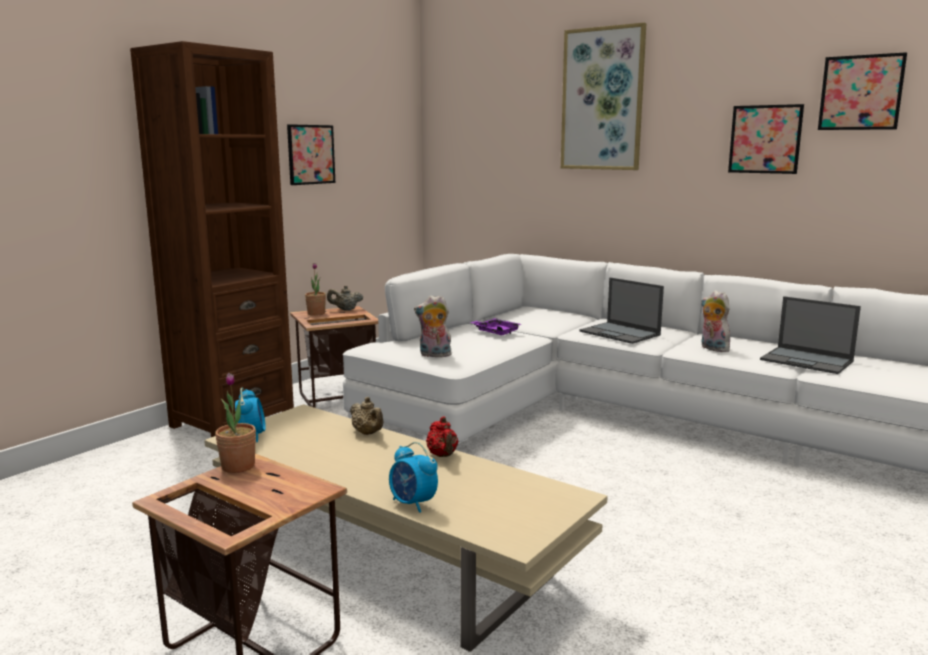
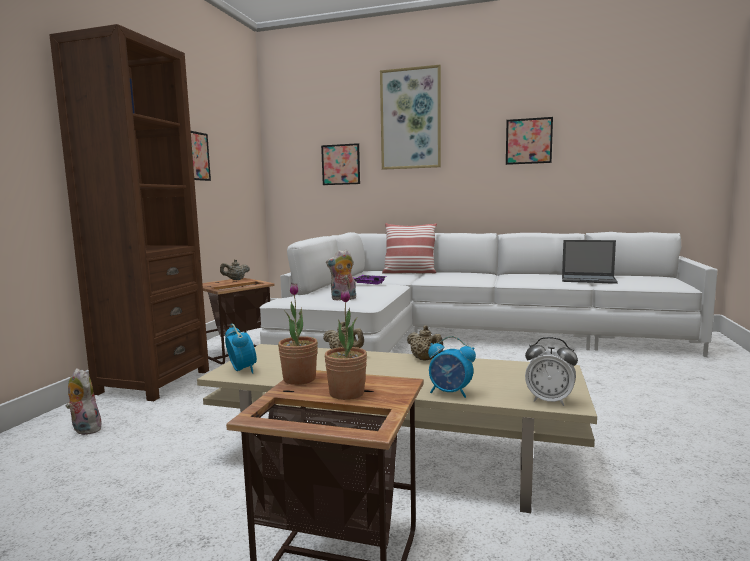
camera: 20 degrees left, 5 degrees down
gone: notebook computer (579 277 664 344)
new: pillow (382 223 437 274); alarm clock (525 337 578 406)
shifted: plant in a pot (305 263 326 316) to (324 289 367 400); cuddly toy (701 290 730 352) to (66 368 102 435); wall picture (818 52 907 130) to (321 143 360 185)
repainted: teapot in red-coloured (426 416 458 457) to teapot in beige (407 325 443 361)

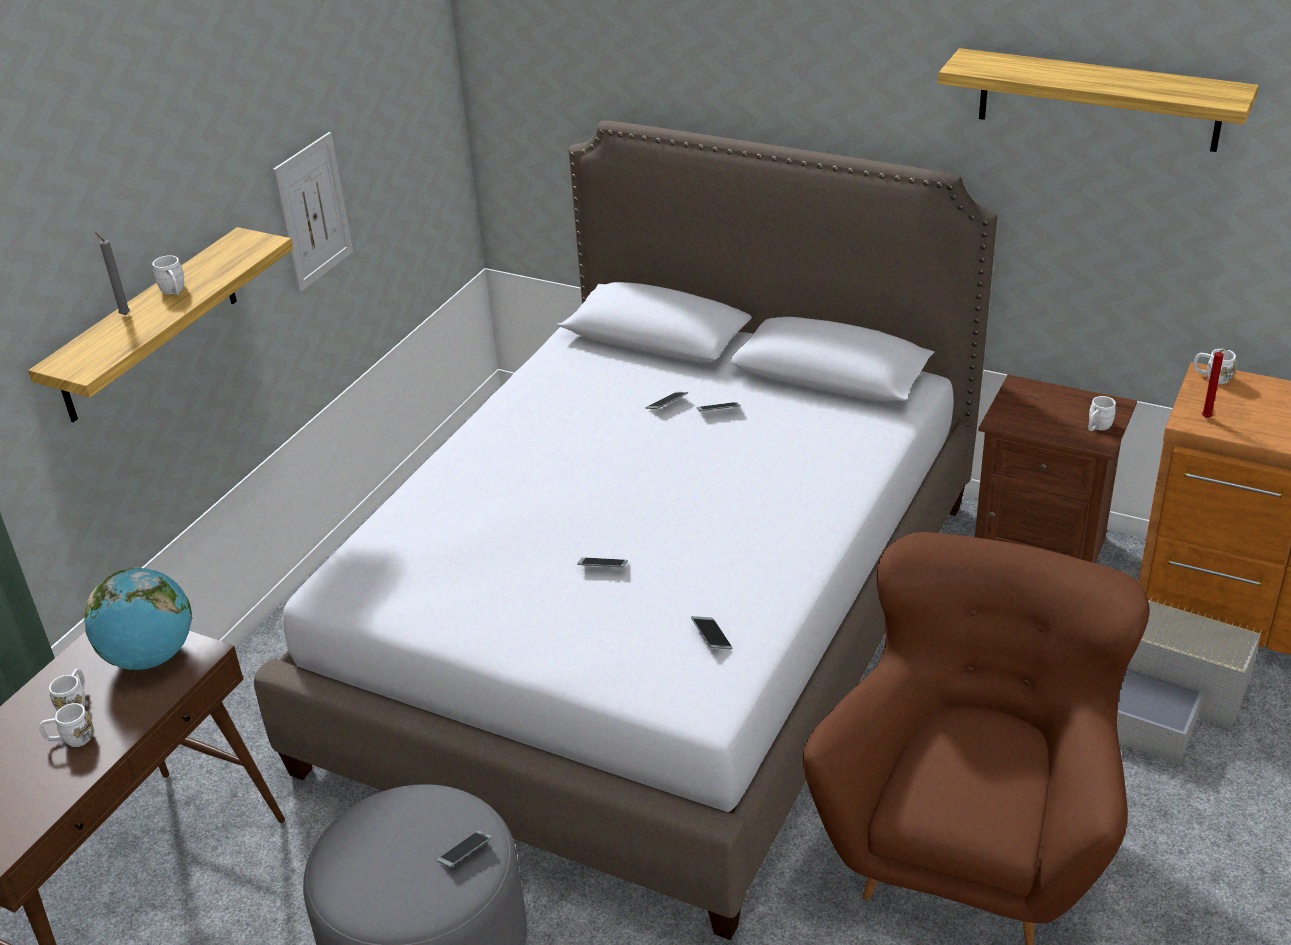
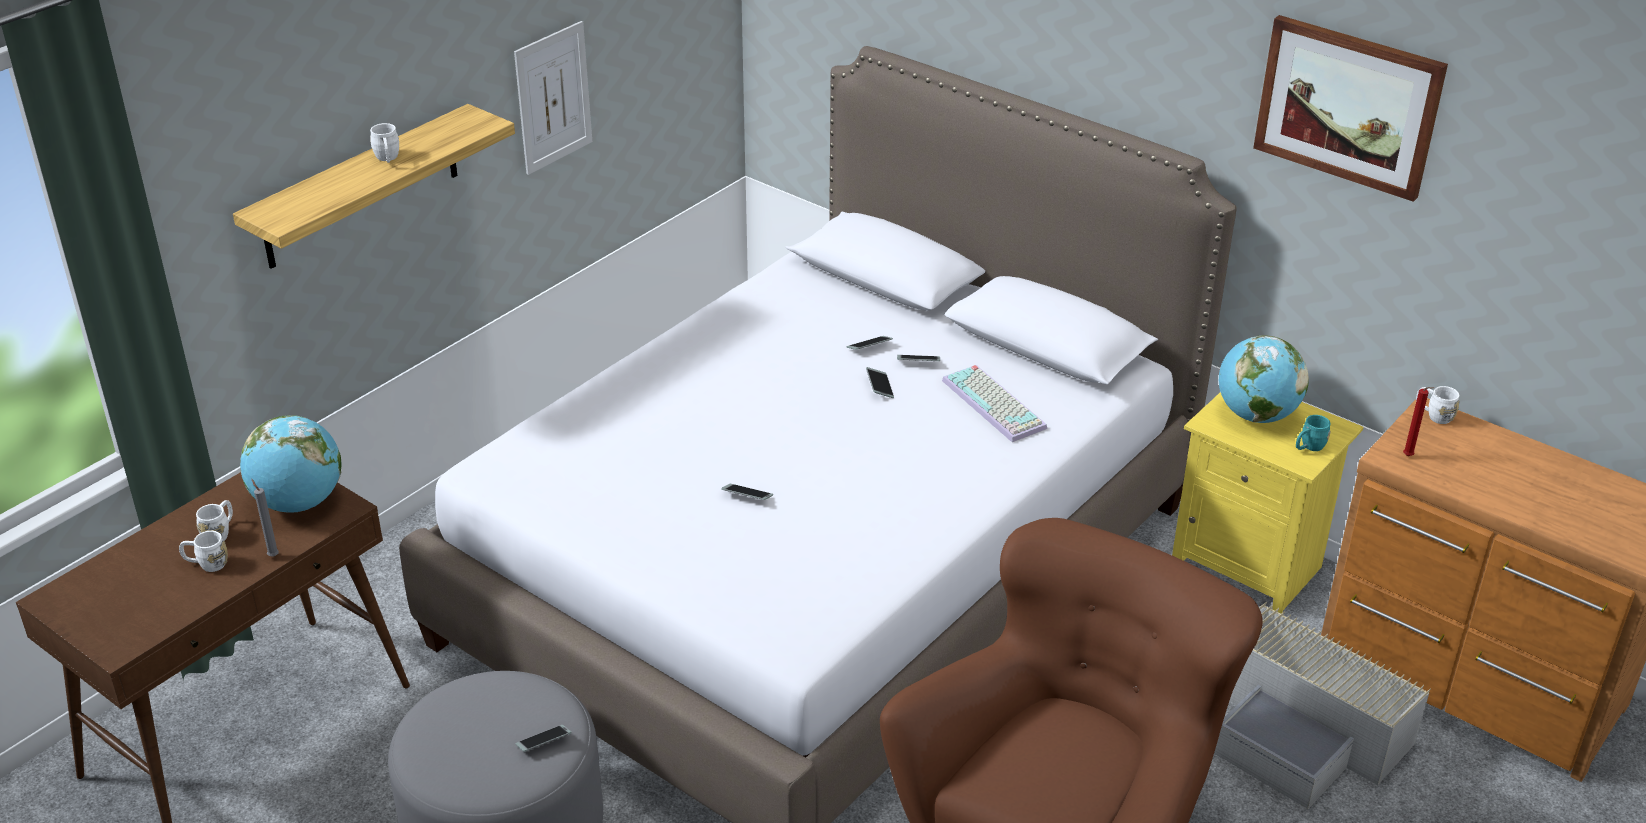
camera: 10 degrees right, 0 degrees up
new: PC keyboard (942 365 1047 442); desk globe (1219 335 1309 423)
shifted: wax light in greyish (95 232 130 315) to (252 479 279 557); telephone (691 616 733 649) to (866 367 894 398)
swapped: wall shelf (938 48 1259 152) to wall picture (1253 15 1448 202)
repainted: night table in brownish (975 375 1137 563) to night table in yellow-coloured (1172 392 1363 614); mug in white-coloured (1088 396 1116 431) to mug in blue-green (1296 415 1331 451)

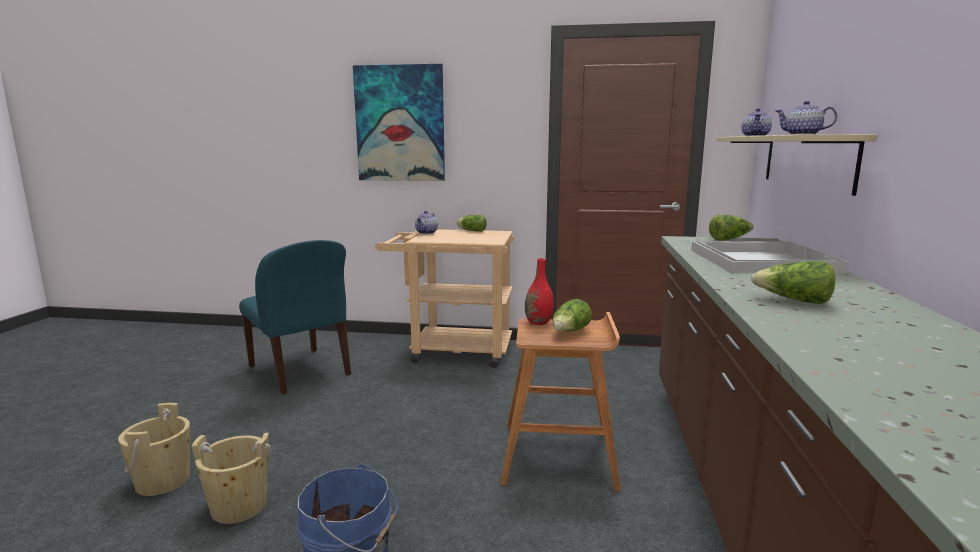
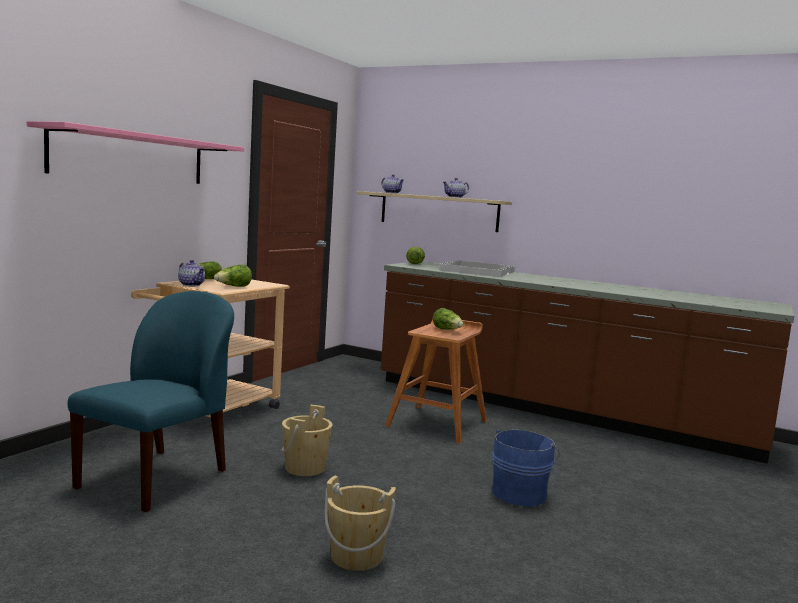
camera: 70 degrees left, 5 degrees down
gone: vase in red-coloured (525 258 554 325)
shifted: bucket in beige (192 433 272 524) to (281 405 333 476); lettuce (751 261 835 304) to (214 265 252 287)
swapped: wall picture (353 64 445 181) to wall shelf in pink-coloured (27 121 244 184)
rotated: upright chair in bluish (239 240 351 395) = (67 291 234 512) 45 degrees counterclockwise

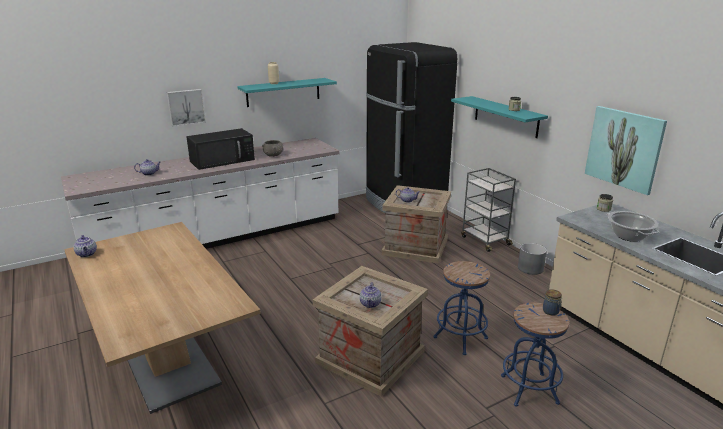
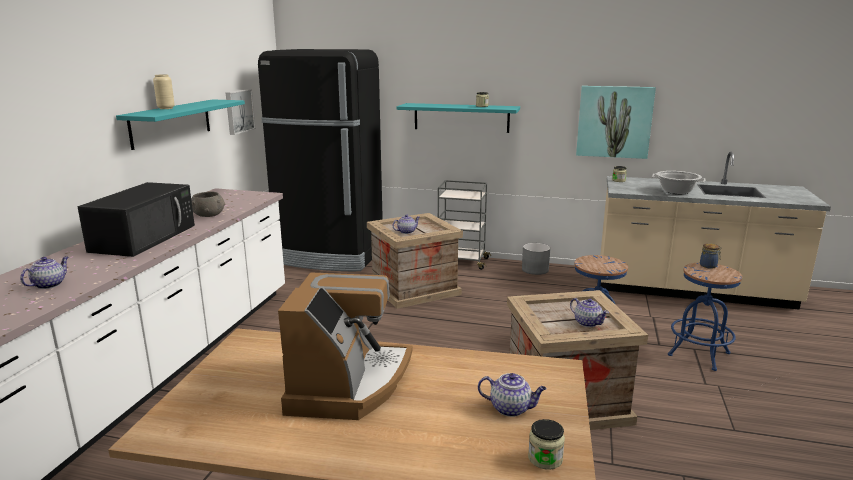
camera: 45 degrees left, 5 degrees down
new: coffee machine (278 273 412 420); storage jar (528 419 565 470)
shifted: teapot (73 235 97 257) to (478 373 547 417); wall picture (167 89 206 127) to (226 89 255 135)

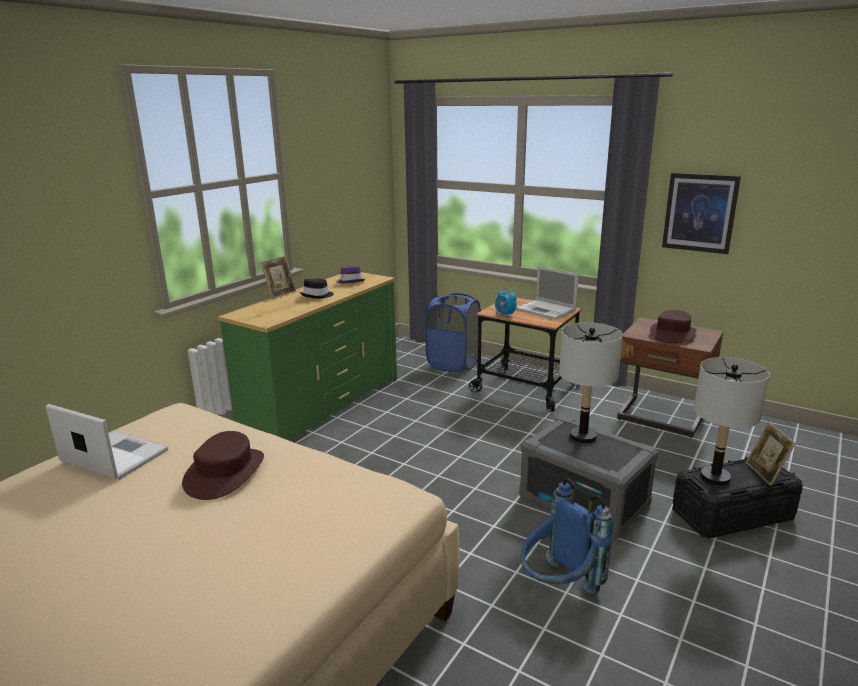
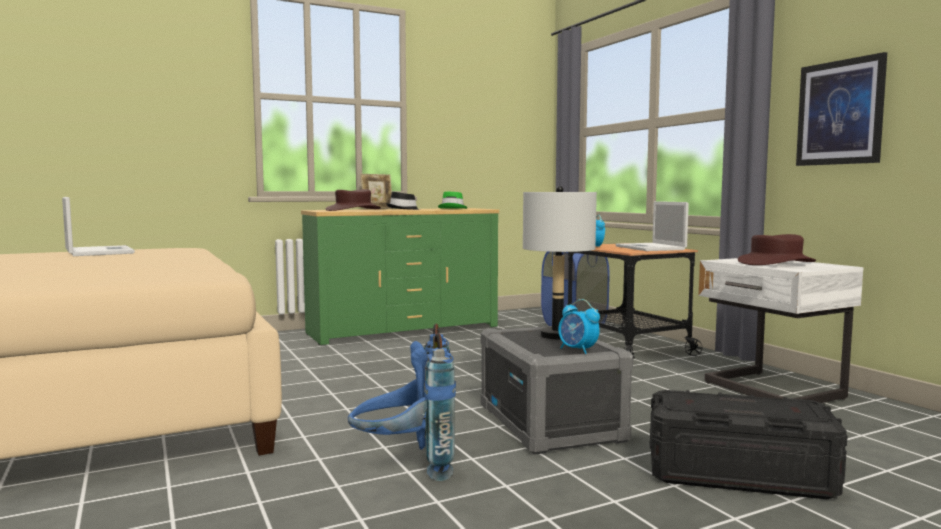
camera: 30 degrees right, 15 degrees down
gone: table lamp in greyish (694 357 770 486); standing frame (746 422 796 486)
new: alarm clock (558 299 600 354)
shifted: clothing hat in brownish (182 431 264 500) to (325 189 381 211)
repainted: clothing hat in purplish (337 266 365 283) to clothing hat in greenish (438 192 467 209); night table in brownish (617 317 723 438) to night table in white-coloured (699 258 863 403)

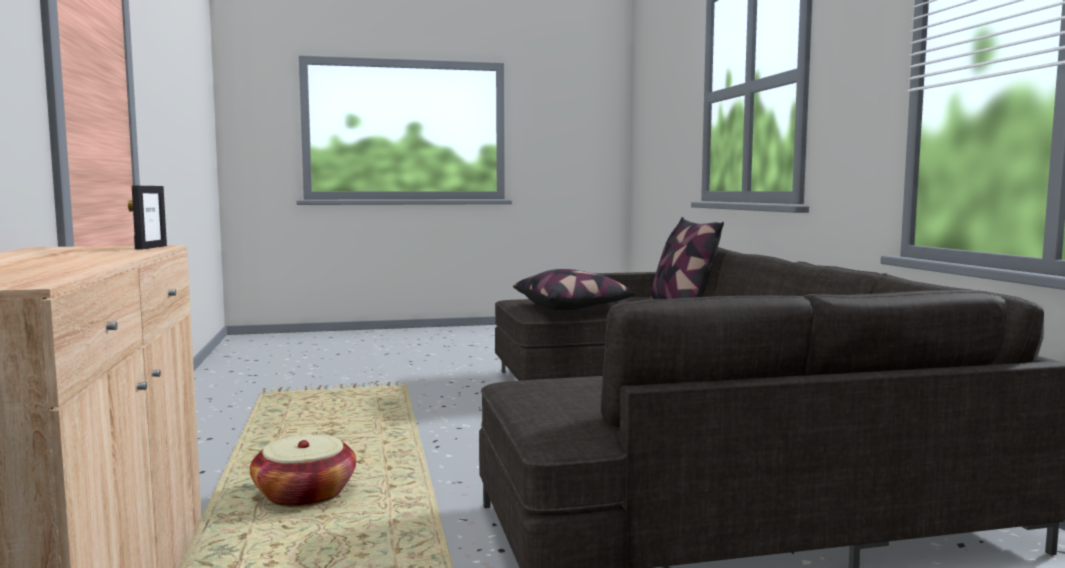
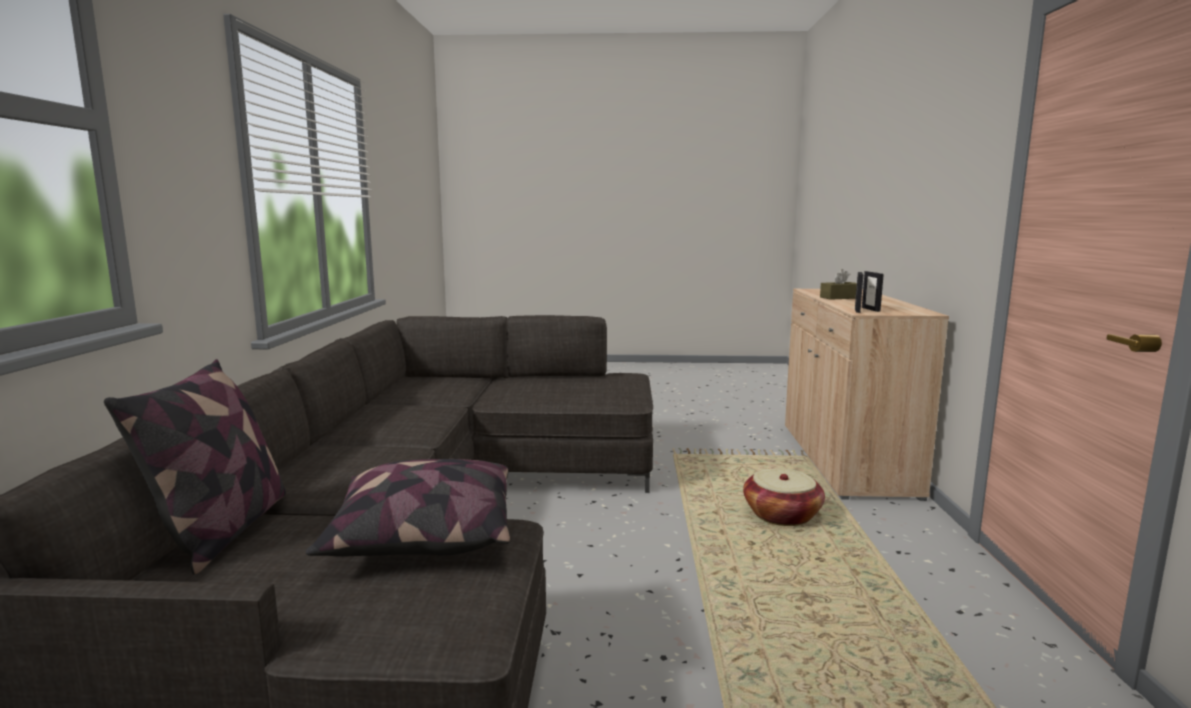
camera: 165 degrees left, 5 degrees up
new: box of tissues in brownish (820 269 857 300); standing frame (862 271 884 312)

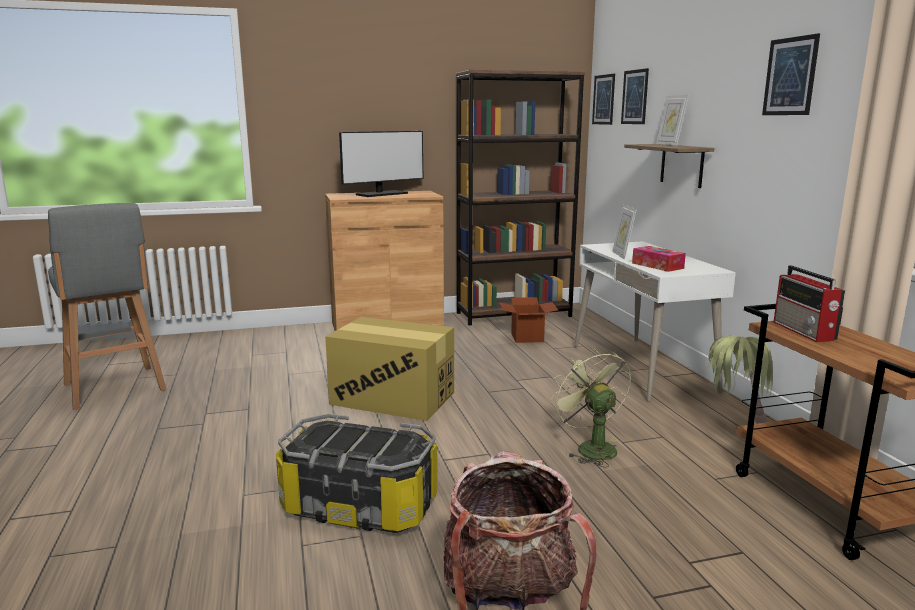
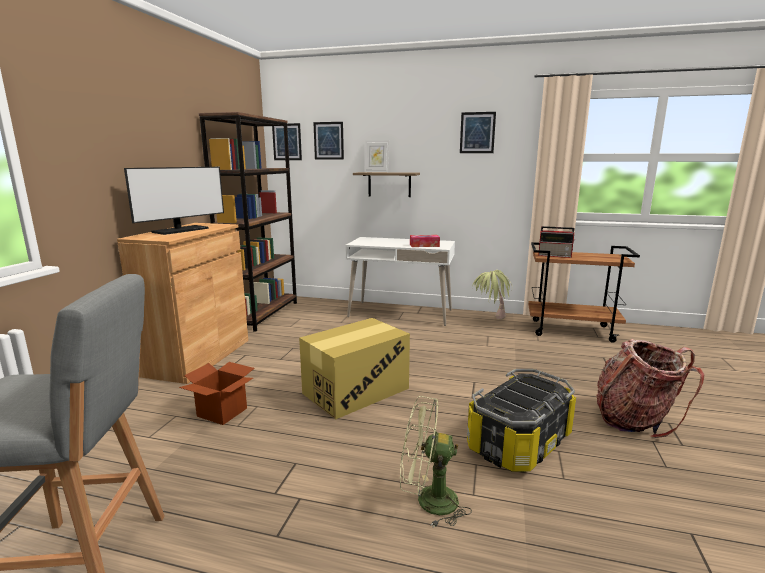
camera: 60 degrees left, 0 degrees up
gone: standing frame (612 204 637 259)
shifted: packing box (499 297 559 343) to (179 362 255 425); fan in greenish (550 348 631 468) to (400 396 472 527)
rotated: computer screen (339 131 423 197) = (124 167 224 235) 45 degrees clockwise

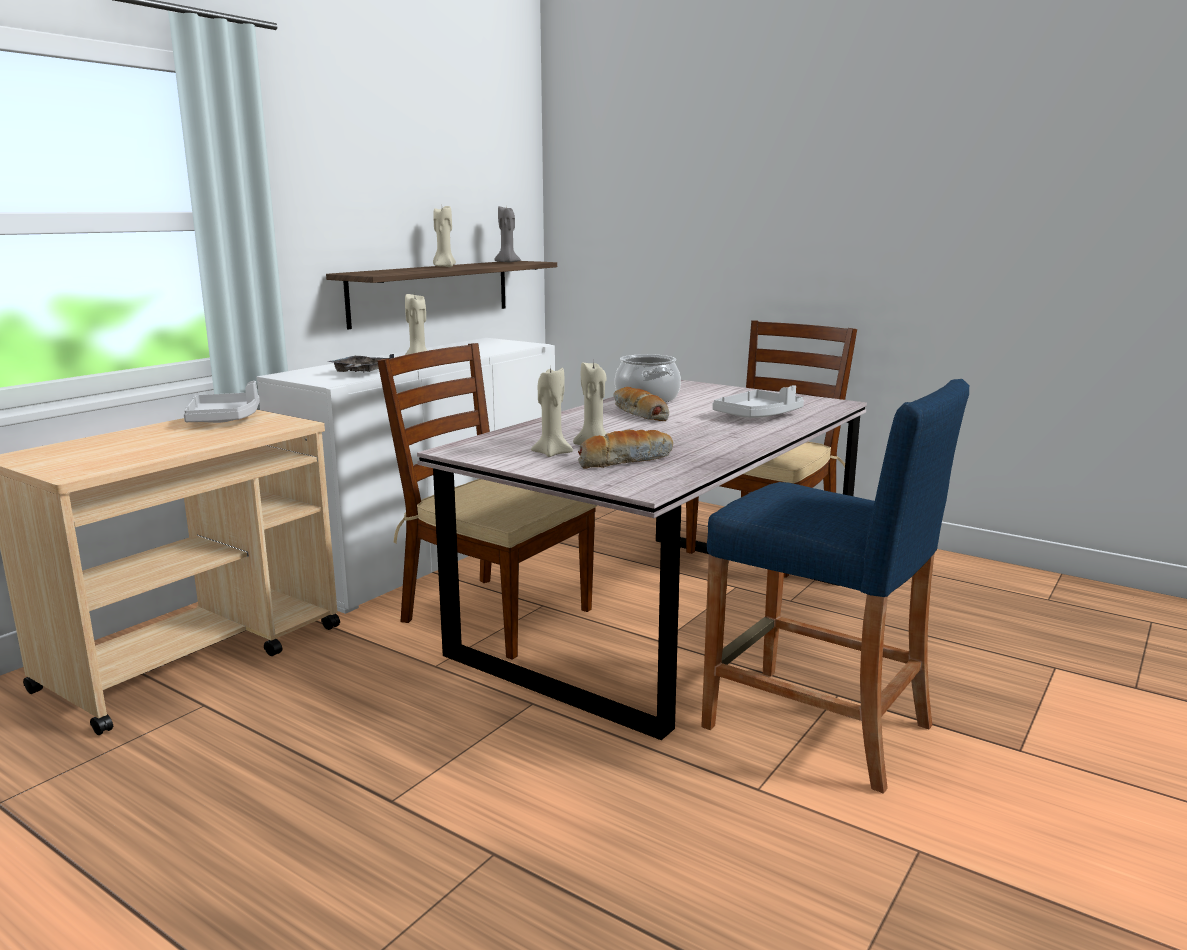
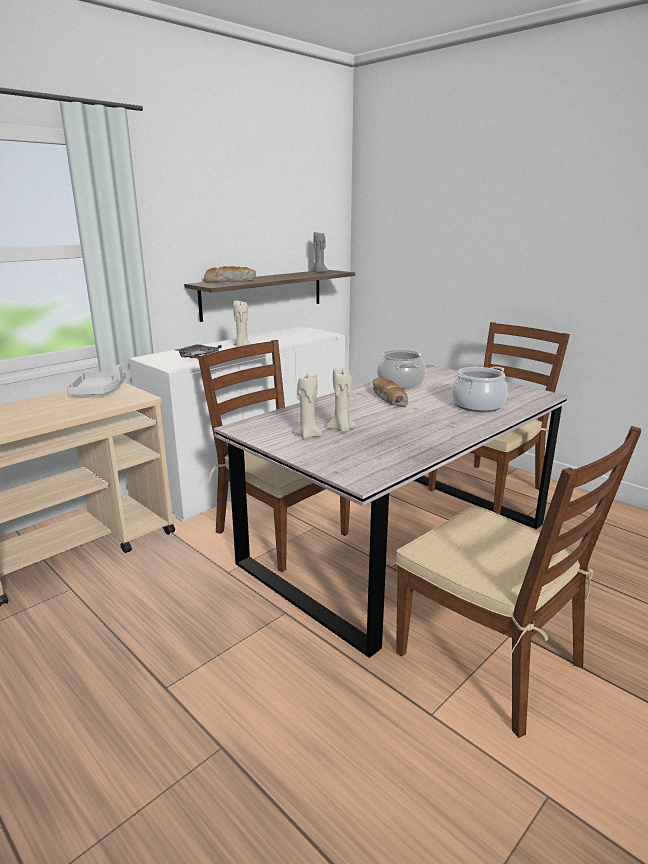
camera: 10 degrees right, 5 degrees up
gone: wax light in beige (433 206 456 267)
shifted: bakery bread (578 430 673 469) to (204 266 256 283)
swapped: stool in bluish (701 379 969 794) to upright chair in brownish (396 426 641 738); carrying tray in greyish (712 385 804 418) to saucepot (451 366 508 412)

